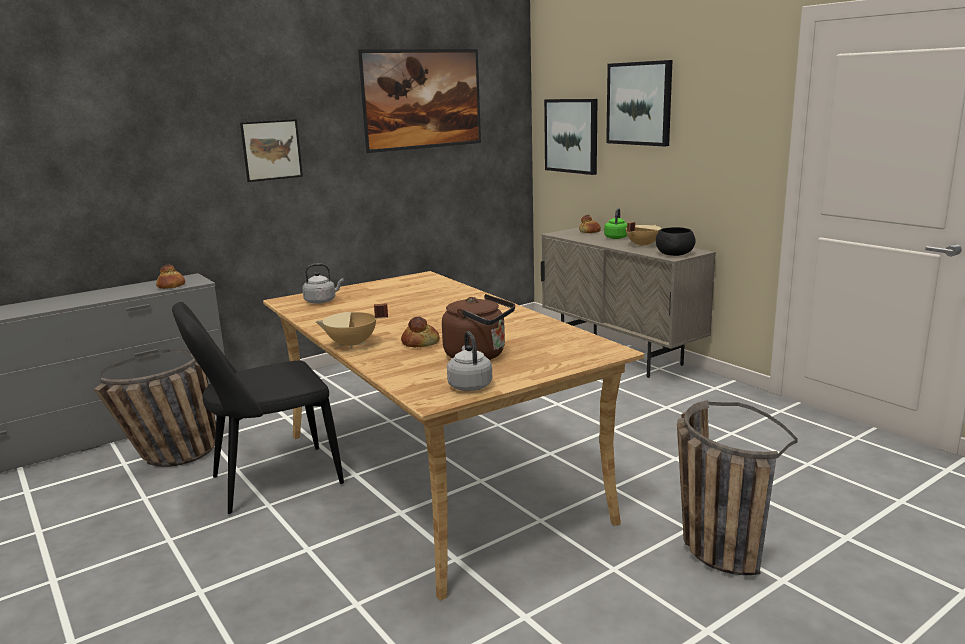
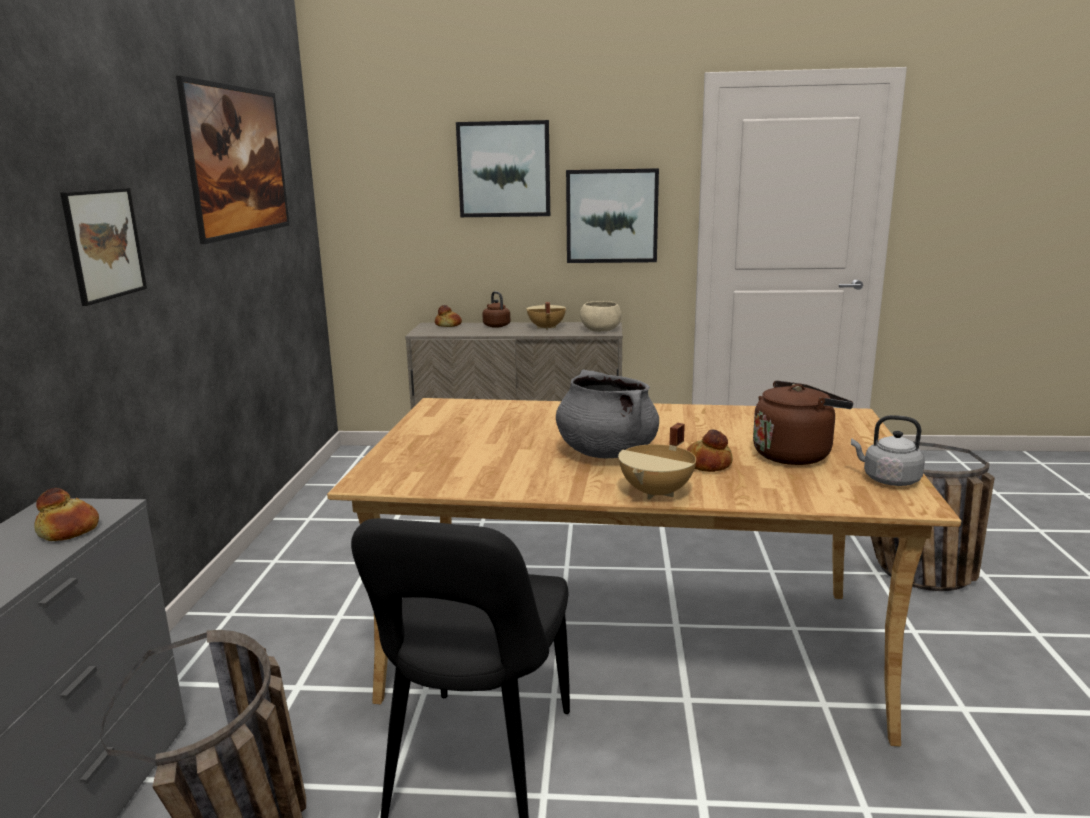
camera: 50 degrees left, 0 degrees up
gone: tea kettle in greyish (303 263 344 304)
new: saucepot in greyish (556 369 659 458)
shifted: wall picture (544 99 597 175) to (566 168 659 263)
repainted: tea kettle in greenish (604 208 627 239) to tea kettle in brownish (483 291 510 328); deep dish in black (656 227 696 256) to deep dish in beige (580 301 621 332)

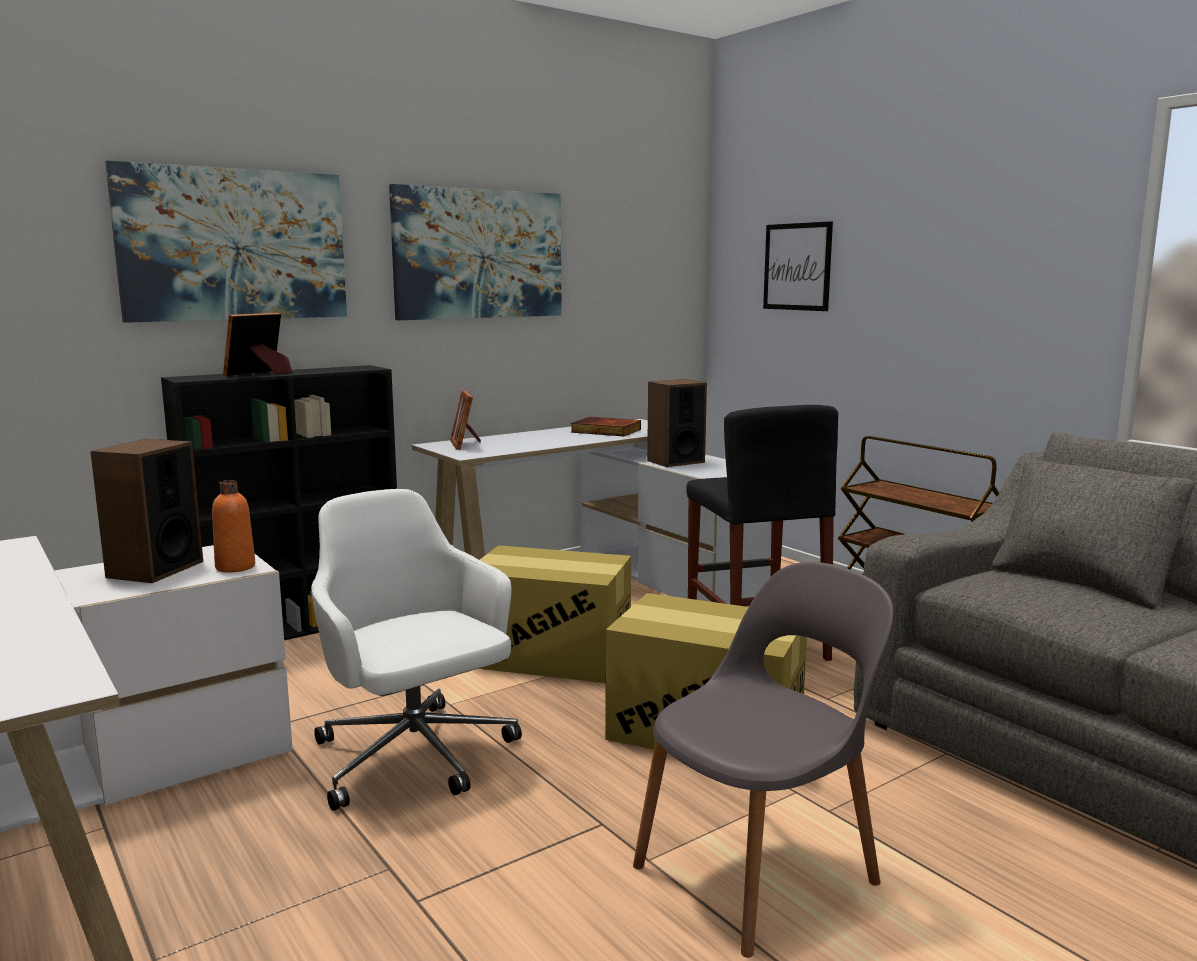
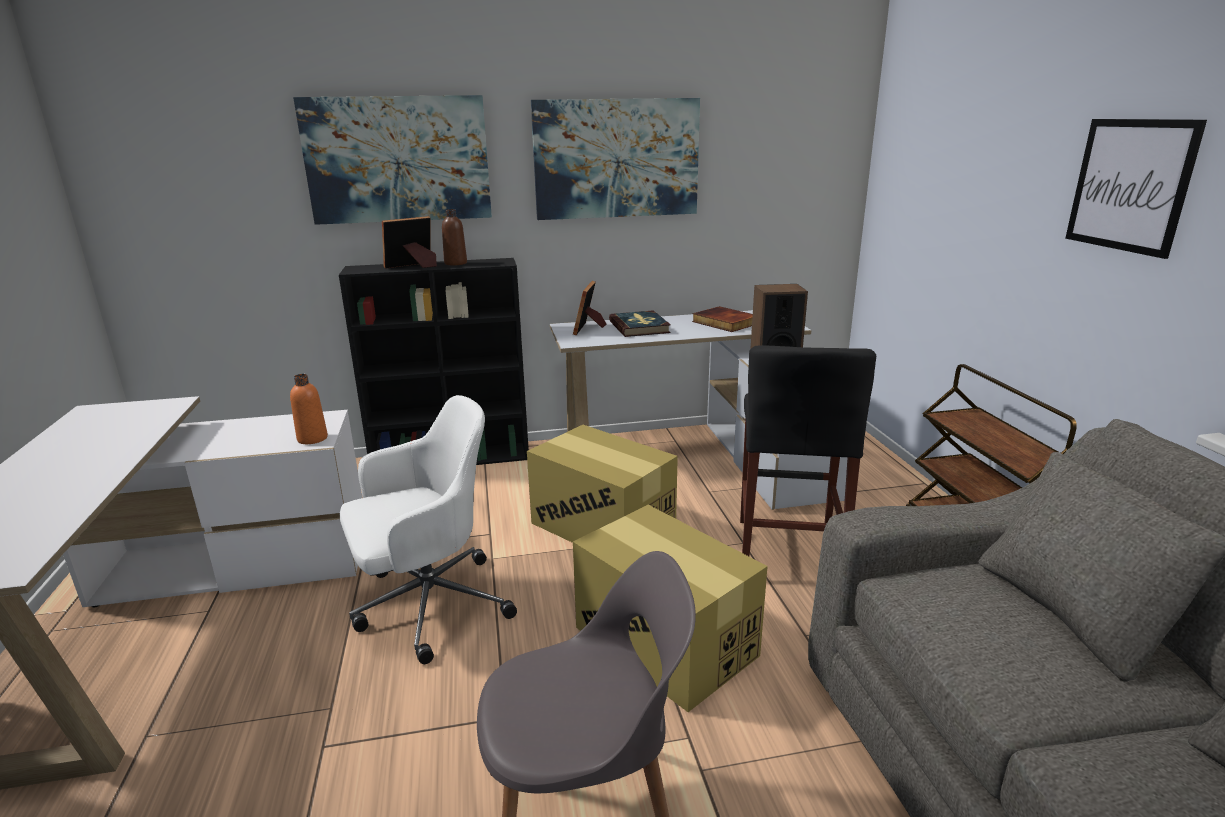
camera: 25 degrees right, 10 degrees up
gone: audio speaker (90 439 203 583)
new: bottle in brownish (442 209 467 266); volume (609 311 671 337)
shifted: wall picture (763 221 833 311) to (1065 119 1207 259)
rotated: desk chair in white-coloured (311 489 522 811) = (340 395 517 664) 75 degrees clockwise

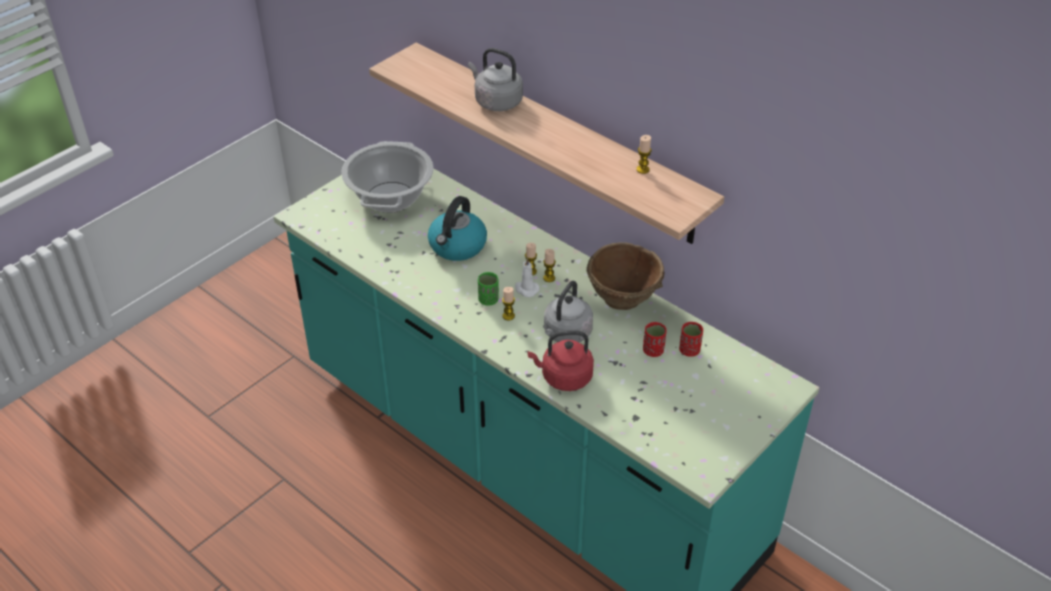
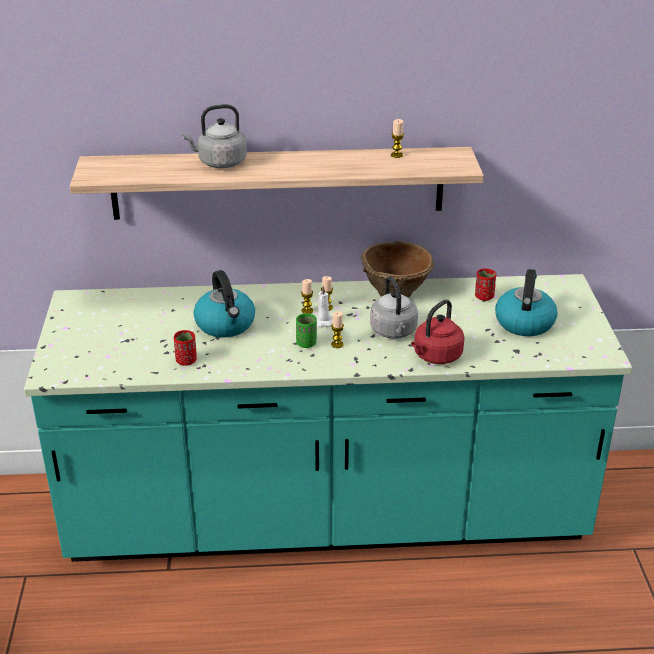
camera: 45 degrees left, 10 degrees down
gone: saucepot (341 141 434 213)
new: tea kettle (495 269 558 336)
shifted: small cup in red-coloured (643 322 667 357) to (174 330 197 366)

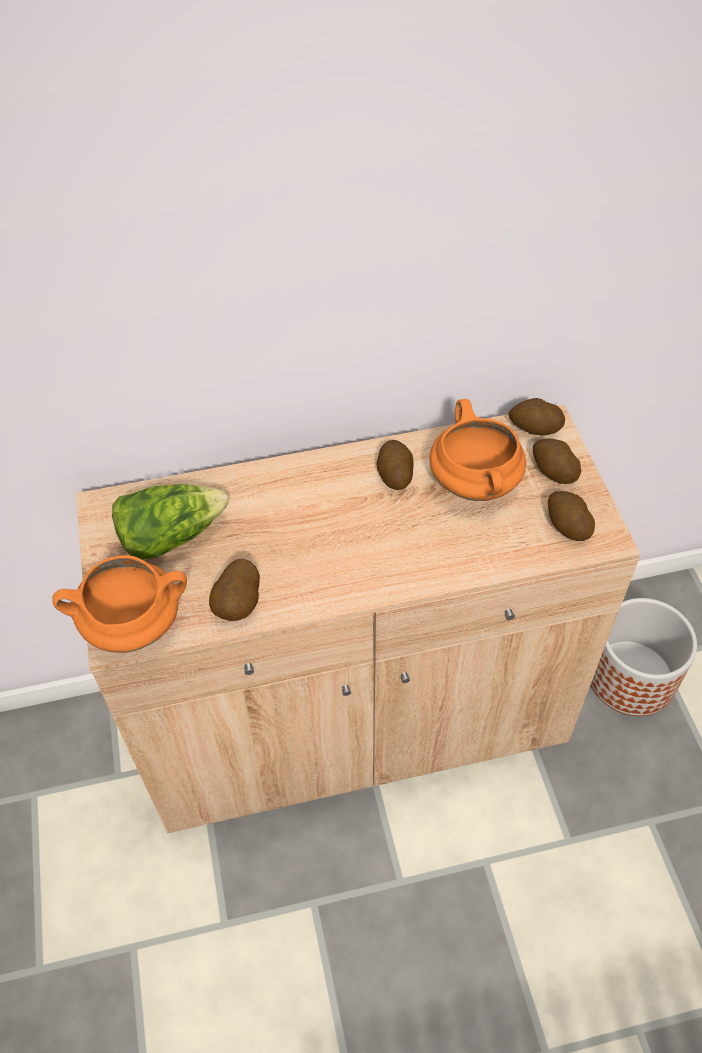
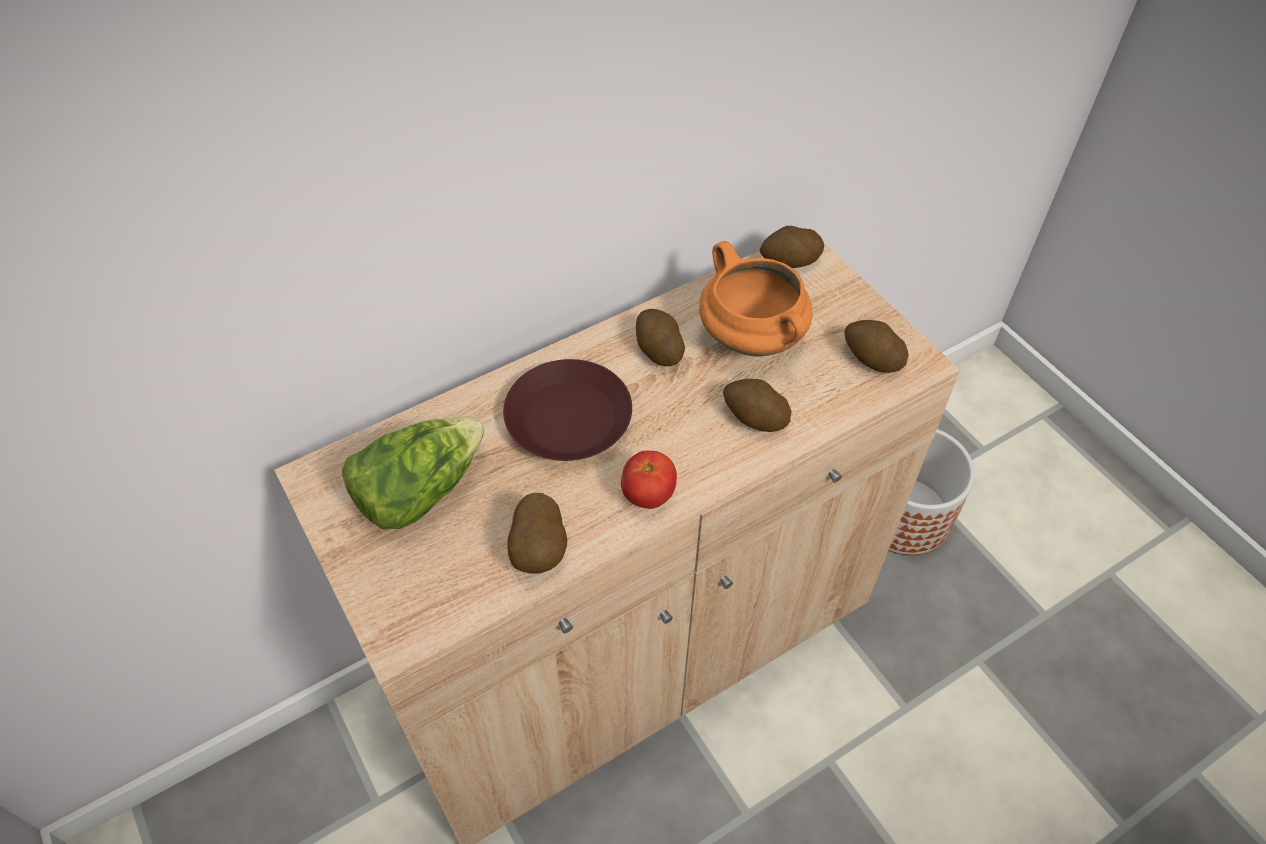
camera: 20 degrees left, 0 degrees up
gone: saucepot in orange (53 555 187 653)
new: dinner plate in brownish (503 359 632 461); tomato (621 451 677 509)
shifted: whole potato (533 439 581 484) to (723 379 791 432)

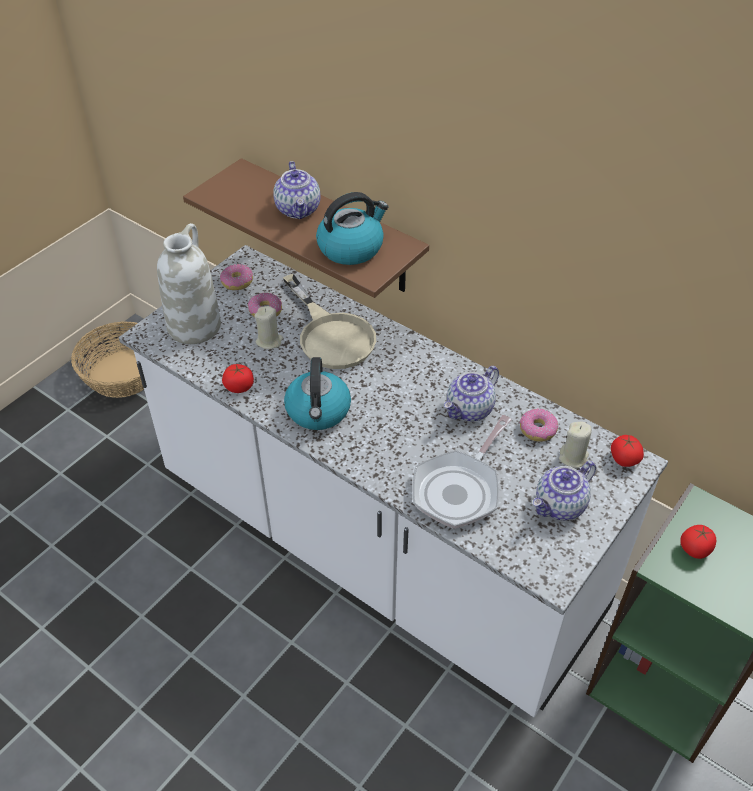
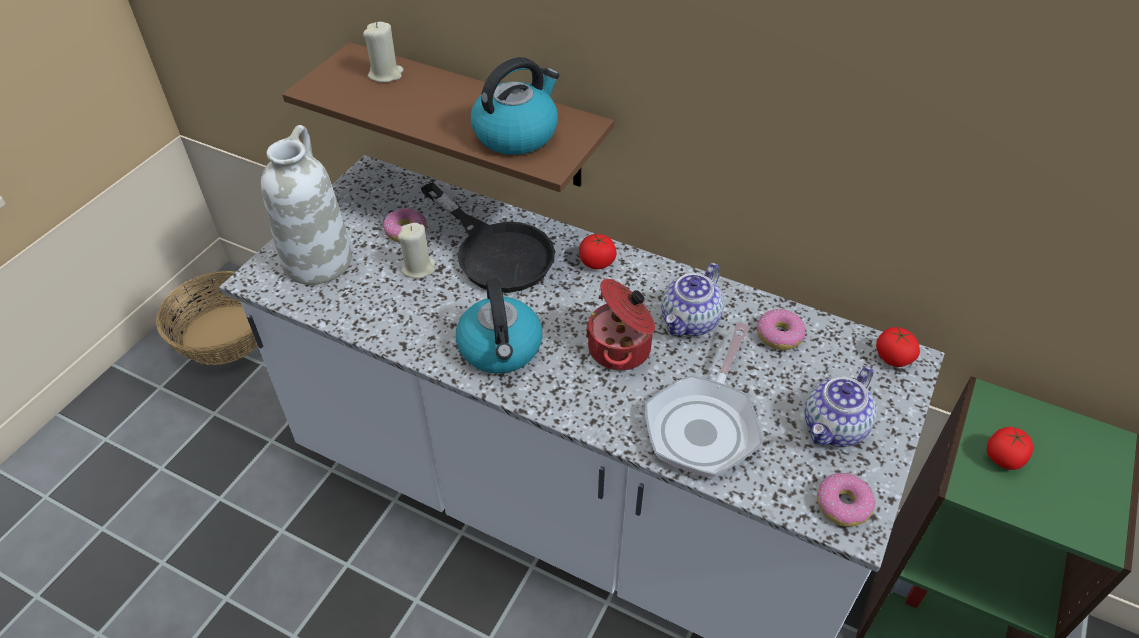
camera: 10 degrees left, 0 degrees up
gone: teapot (273 161 320 219)
new: saucepot (586 279 655 371)
shifted: doughnut (220 264 253 290) to (817 473 876 527); tomato (222 364 254 393) to (579 234 616 269); wax light in beige (559 422 591 468) to (363 22 404 82)
repainted: frying pan in beige (283 274 376 369) to frying pan in black (421 182 555 293)

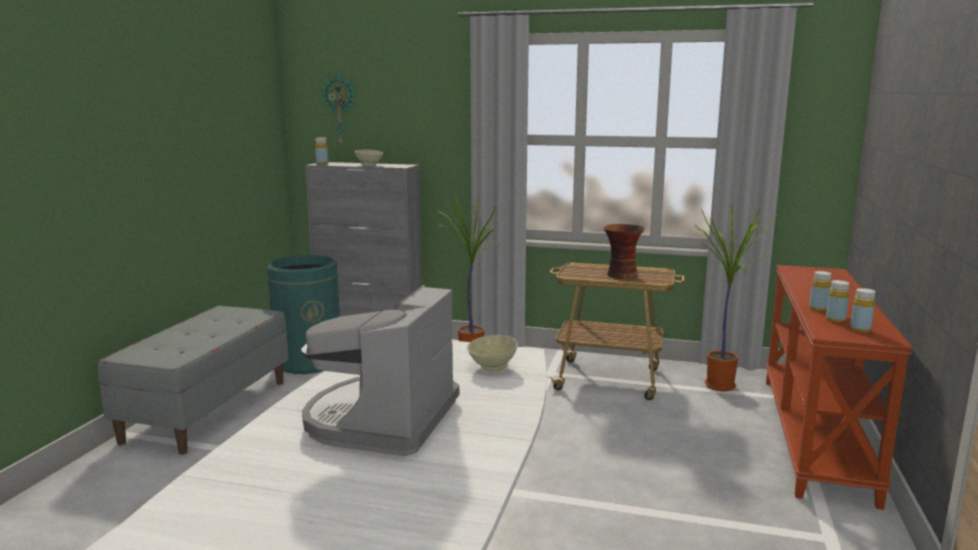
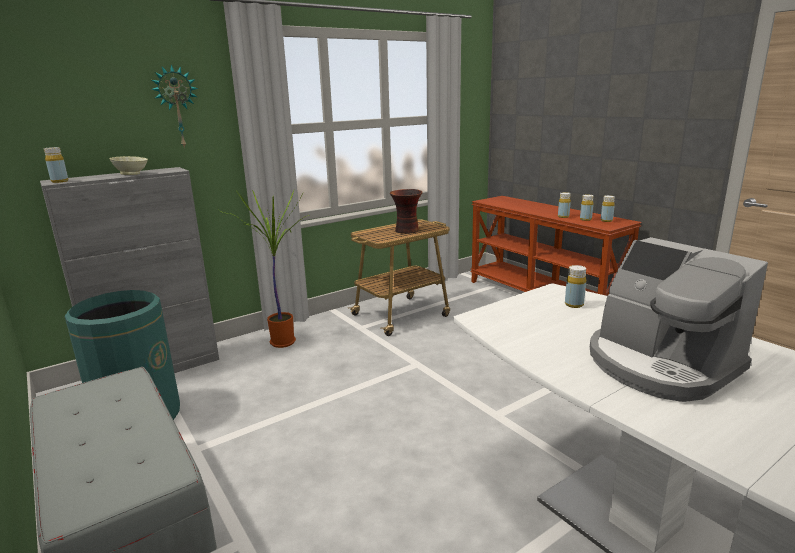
camera: 50 degrees left, 5 degrees up
gone: plant in a pot (695 204 777 391)
shifted: hanging clock (321 74 356 145) to (151 64 198 149)
swapped: deep dish in beige (467 335 518 371) to bottle in yellow-coloured (565 265 586 308)

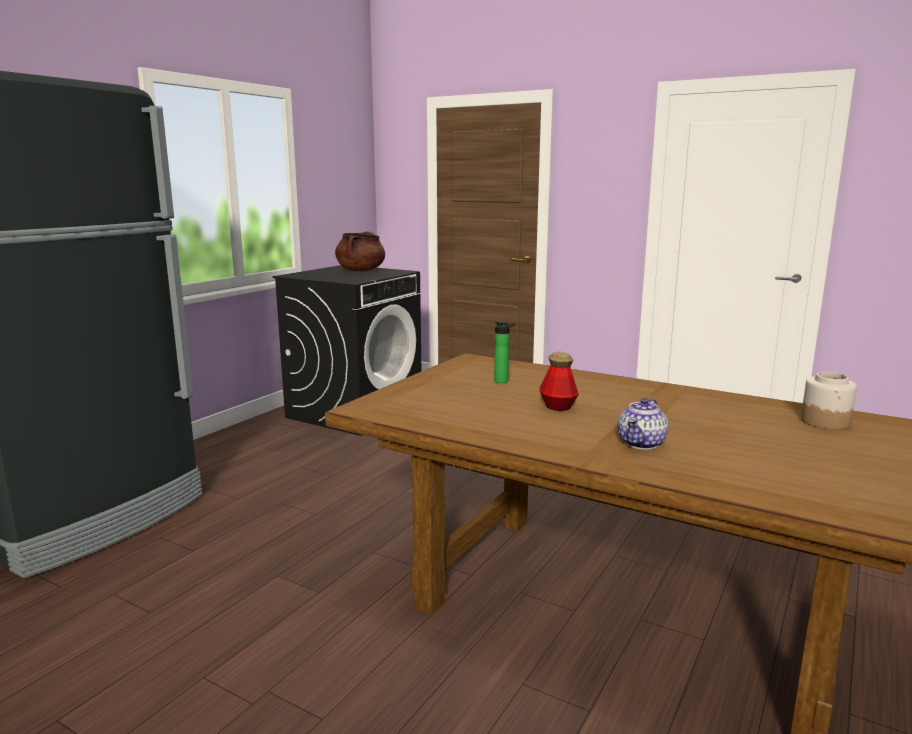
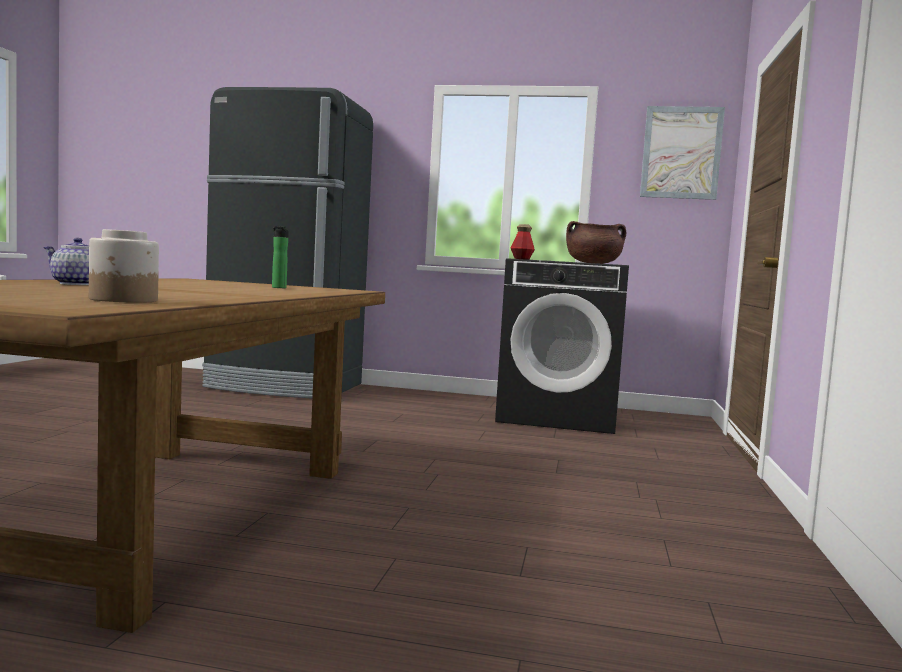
camera: 70 degrees right, 10 degrees down
new: wall picture (640 106 725 200)
shifted: bottle (539 352 579 411) to (511 224 535 260)

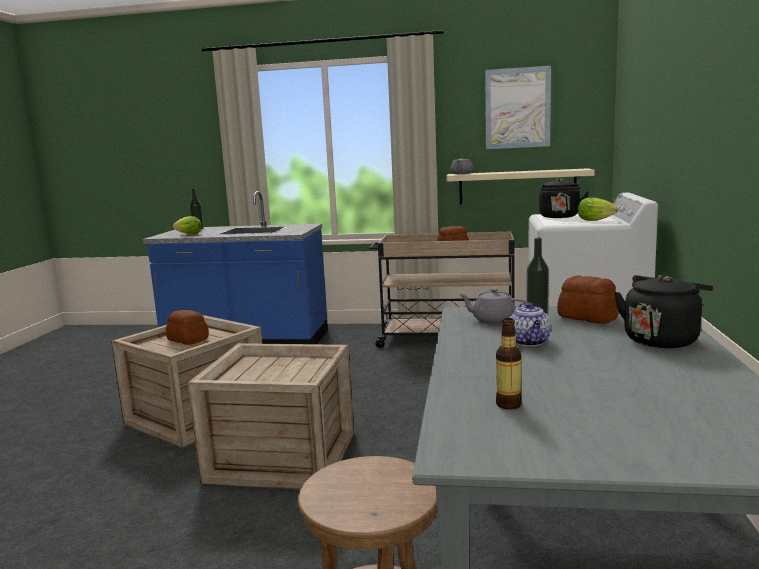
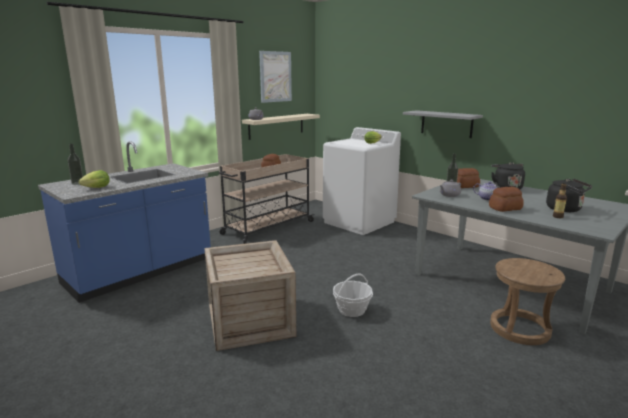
camera: 55 degrees left, 5 degrees up
new: wall shelf in greyish (403 110 483 138)
shifted: bakery bread (166 310 209 345) to (489 187 524 212); tea kettle in black (539 178 589 218) to (546 179 592 212)
swapped: shipping crate (188 343 354 489) to household basket (333 274 373 317)

